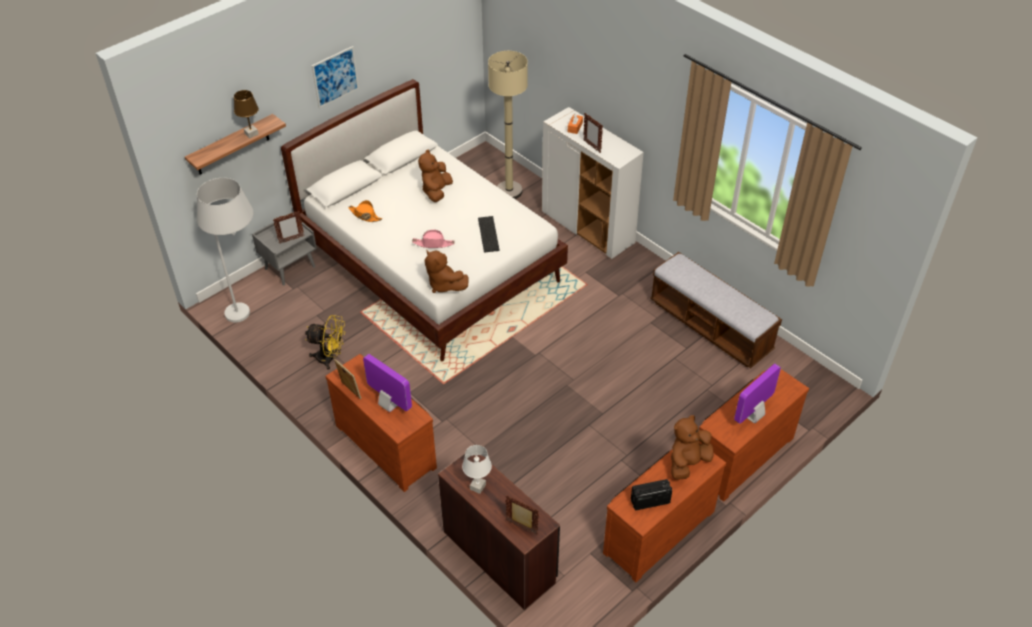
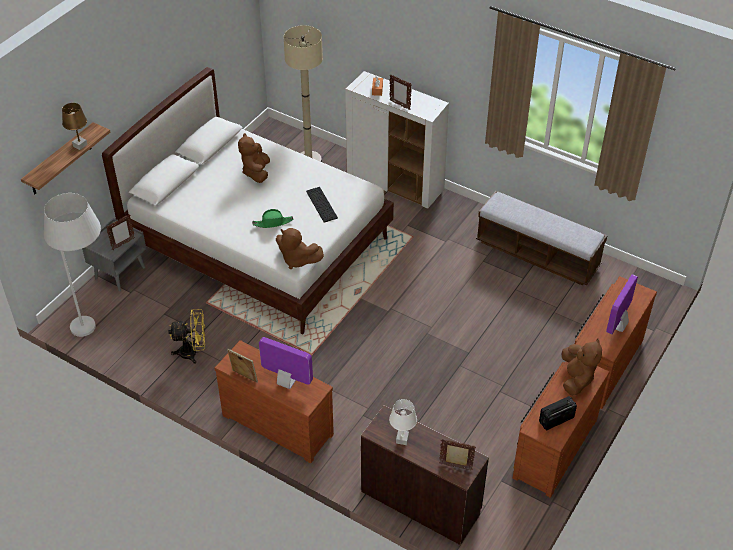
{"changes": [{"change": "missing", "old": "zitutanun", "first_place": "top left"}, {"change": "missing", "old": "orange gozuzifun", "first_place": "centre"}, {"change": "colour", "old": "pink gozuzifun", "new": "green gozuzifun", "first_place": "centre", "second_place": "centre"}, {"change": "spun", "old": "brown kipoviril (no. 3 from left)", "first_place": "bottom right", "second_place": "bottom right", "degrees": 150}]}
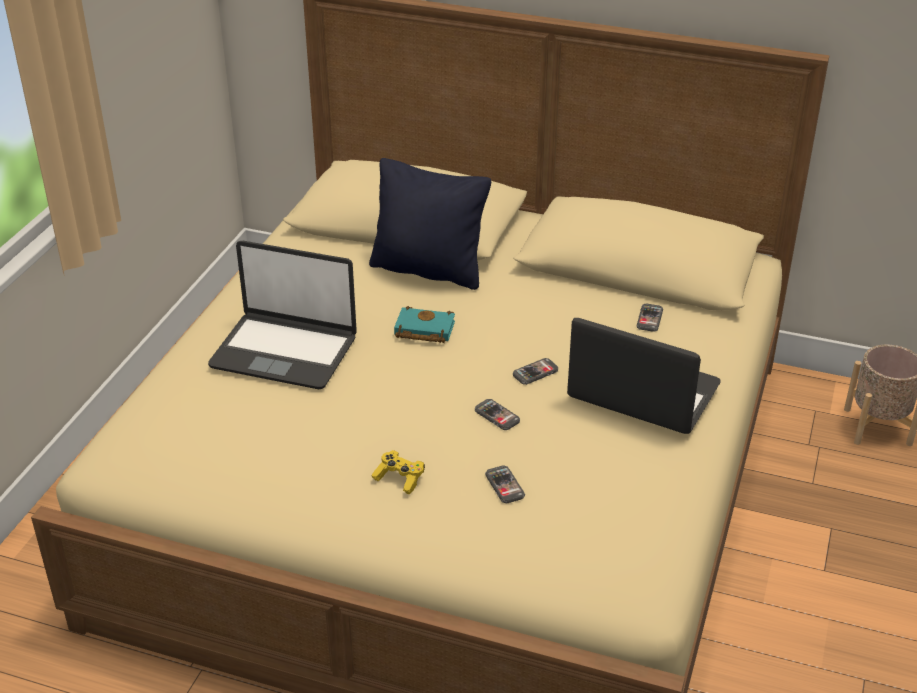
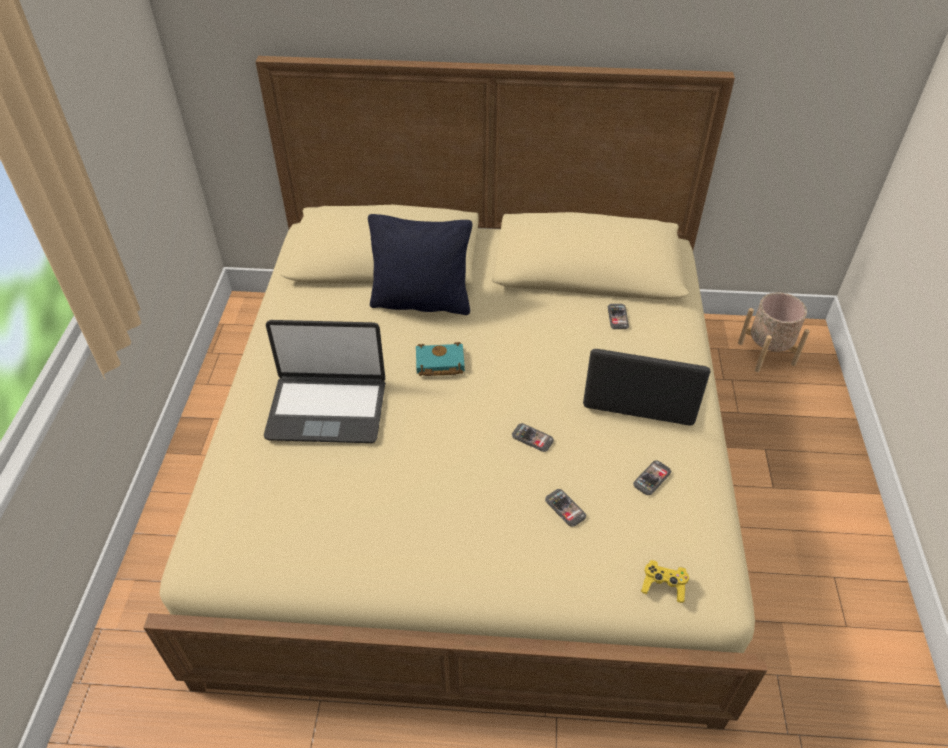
{"changes": [{"change": "relocated", "old": "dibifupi (no. 3 from left in the first image)", "new": "dibifupi (no. 4 from left)", "first_place": "centre", "second_place": "middle right"}, {"change": "relocated", "old": "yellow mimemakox", "first_place": "bottom centre", "second_place": "bottom right"}]}
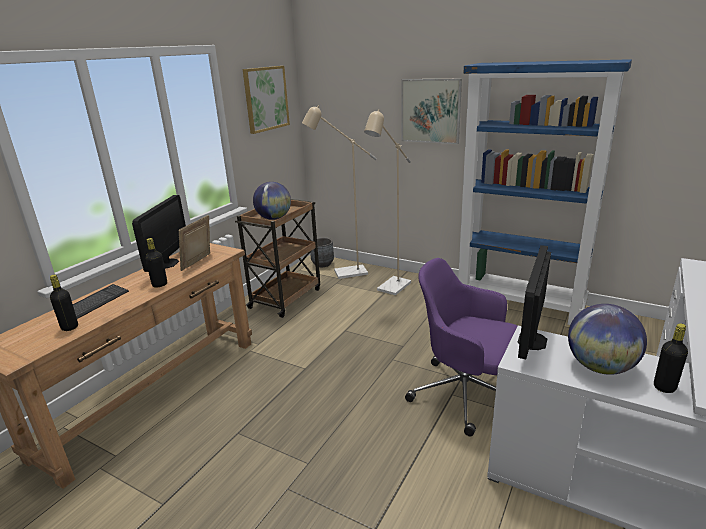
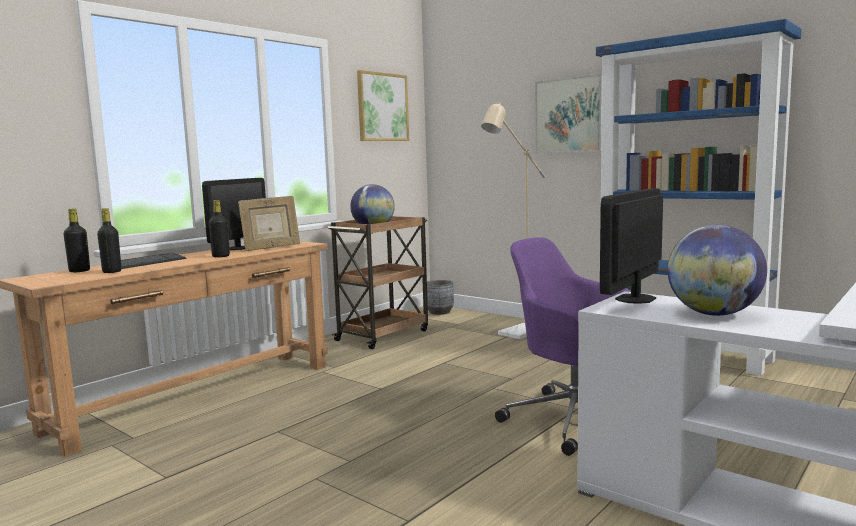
{"changes": [{"change": "missing", "old": "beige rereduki (no. 1 from left)", "first_place": "centre"}, {"change": "spun", "old": "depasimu", "first_place": "middle left", "second_place": "middle left", "degrees": -150}, {"change": "relocated", "old": "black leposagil (no. 3 from left in the first image)", "new": "black leposagil (no. 1 from left)", "first_place": "bottom right", "second_place": "middle left"}]}
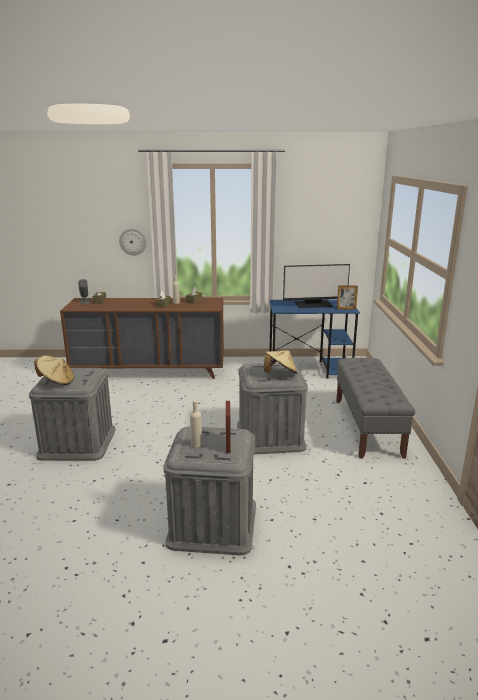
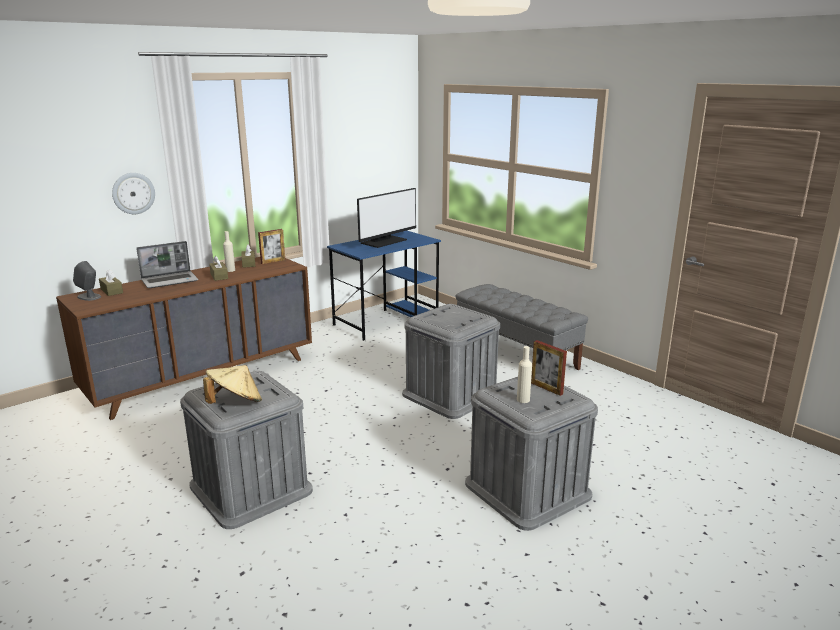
{"changes": [{"change": "relocated", "old": "depasimu (no. 2 from left in the first image)", "new": "depasimu (no. 1 from left)", "first_place": "middle right", "second_place": "middle left"}, {"change": "missing", "old": "beige gozuzifun (no. 2 from left)", "first_place": "centre"}, {"change": "appeared", "new": "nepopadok", "second_place": "middle left"}]}
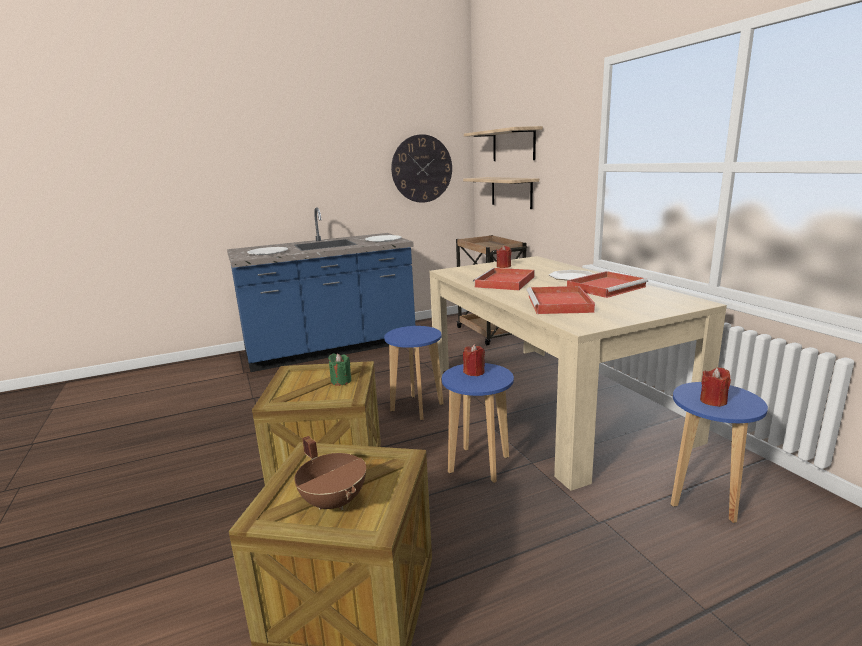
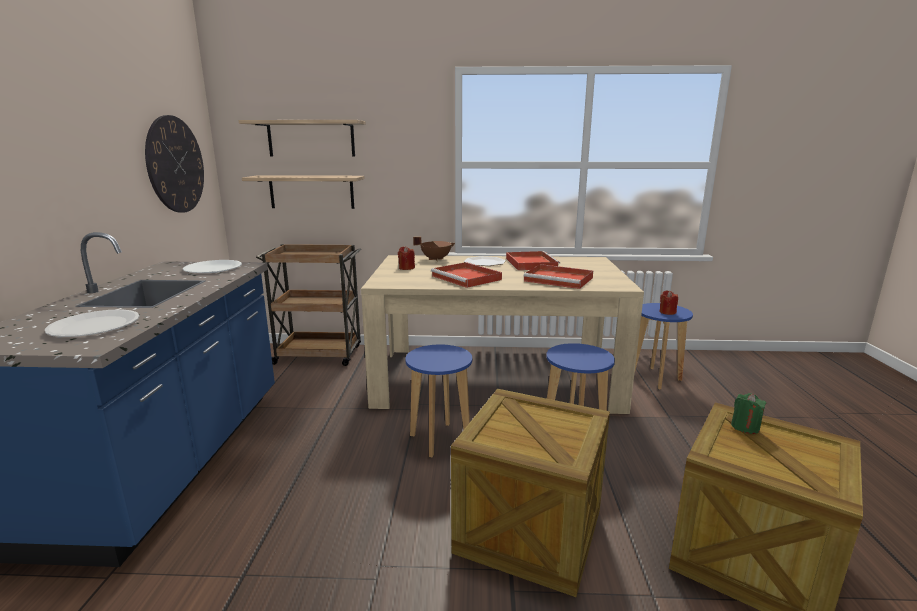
{"changes": [{"change": "missing", "old": "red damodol (no. 1 from left)", "first_place": "centre"}, {"change": "relocated", "old": "green damodol", "first_place": "centre", "second_place": "bottom right"}, {"change": "relocated", "old": "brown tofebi", "first_place": "bottom centre", "second_place": "centre"}]}
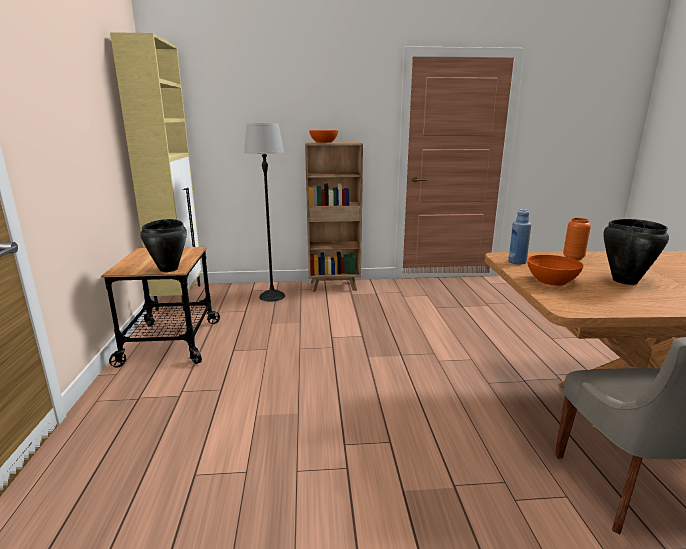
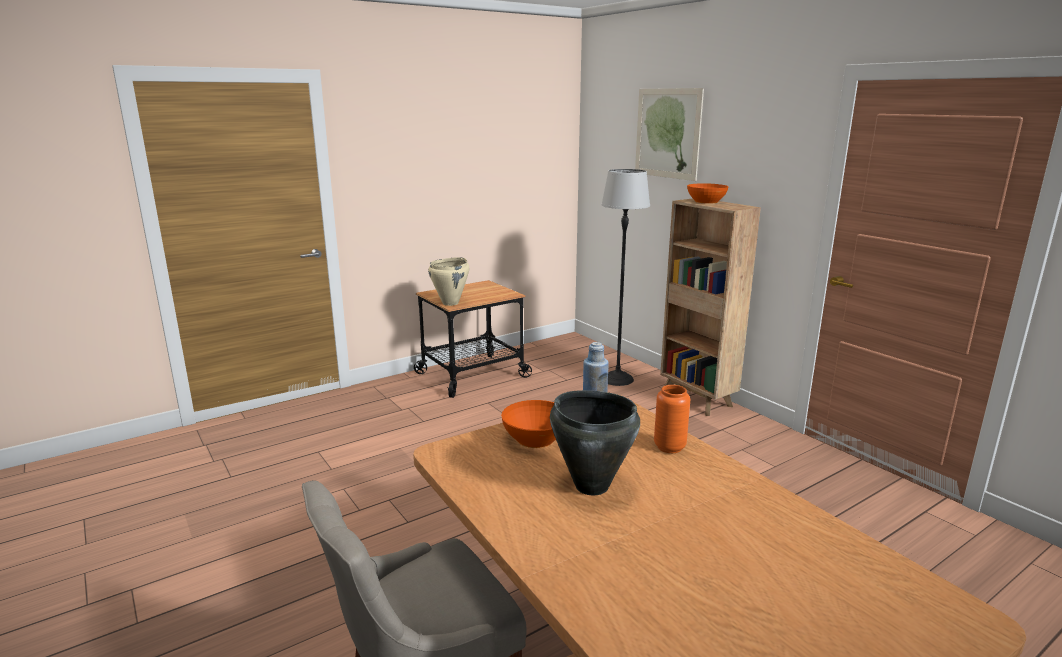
{"changes": [{"change": "missing", "old": "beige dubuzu", "first_place": "top left"}, {"change": "colour", "old": "black tofebi (no. 1 from left)", "new": "beige tofebi", "first_place": "middle left", "second_place": "centre"}, {"change": "appeared", "new": "zitutanun", "second_place": "top centre"}]}
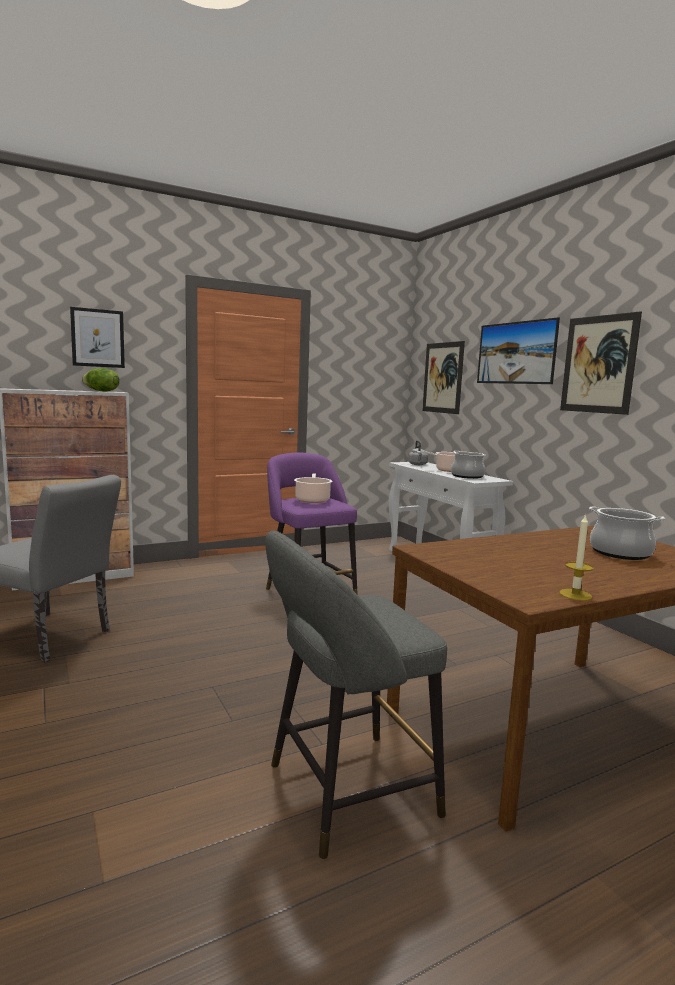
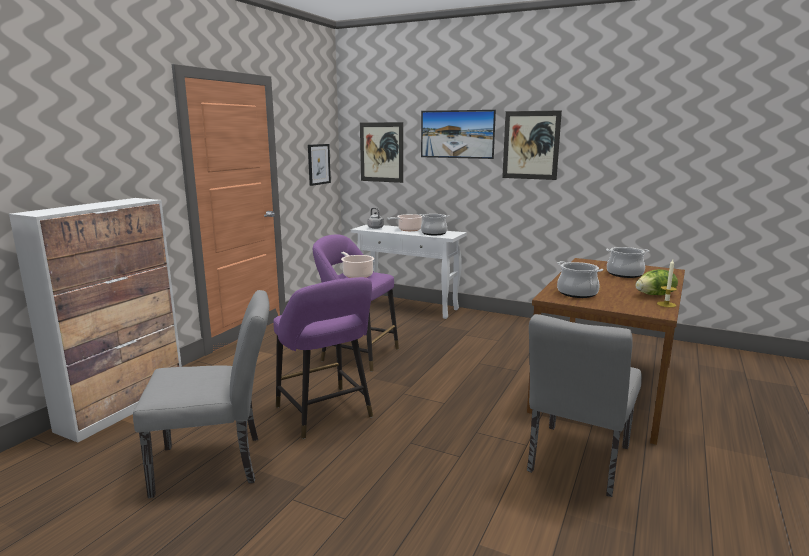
{"changes": [{"change": "relocated", "old": "zitutanun (no. 1 from left)", "first_place": "middle left", "second_place": "top centre"}, {"change": "relocated", "old": "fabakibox", "first_place": "middle left", "second_place": "middle right"}, {"change": "exchanged", "old": "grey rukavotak", "new": "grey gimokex (no. 2 from left)", "first_place": "bottom centre", "second_place": "bottom right"}, {"change": "appeared", "new": "tofebi (no. 4 from left)", "second_place": "middle right"}, {"change": "appeared", "new": "purple rukavotak (no. 1 from left)", "second_place": "centre"}]}
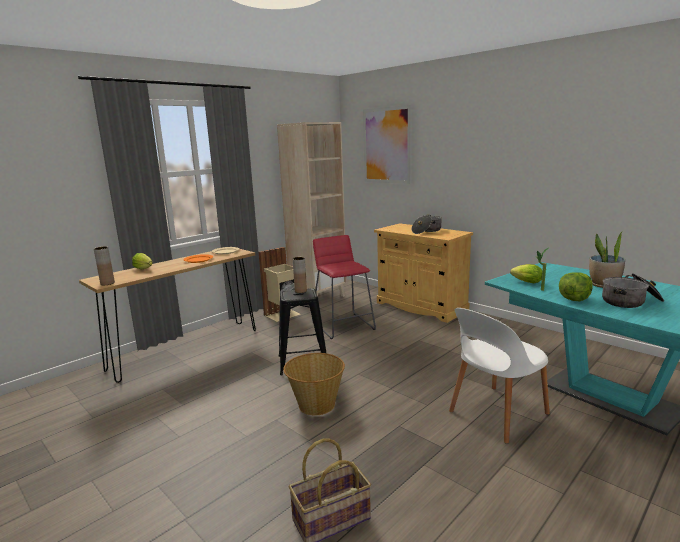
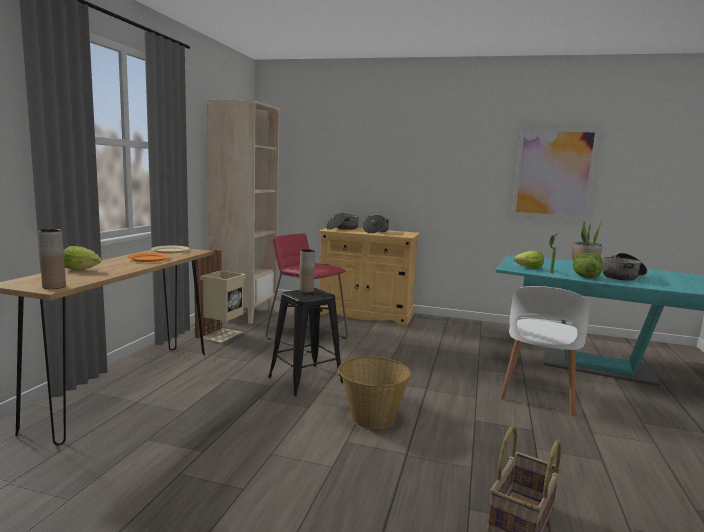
{"changes": [{"change": "relocated", "old": "zitutanun", "first_place": "top centre", "second_place": "top right"}, {"change": "appeared", "new": "tofebi (no. 1 from left)", "second_place": "centre"}]}
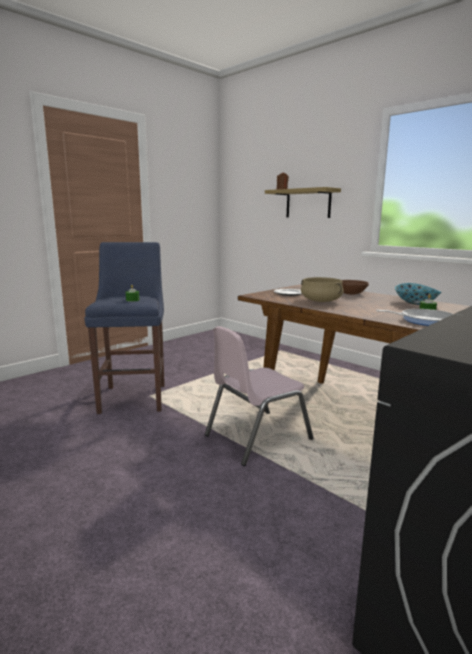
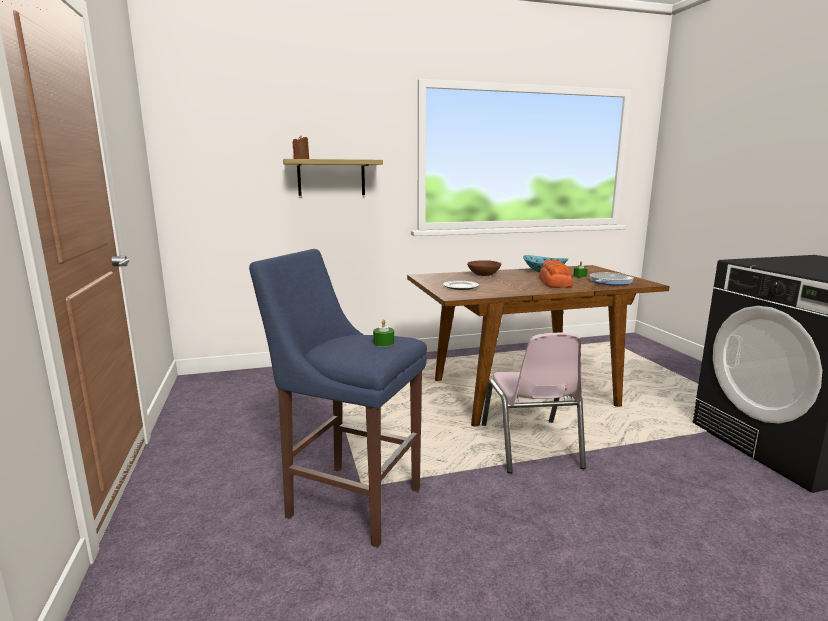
{"changes": [{"change": "missing", "old": "beige tofebi", "first_place": "middle right"}, {"change": "appeared", "new": "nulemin", "second_place": "middle right"}]}
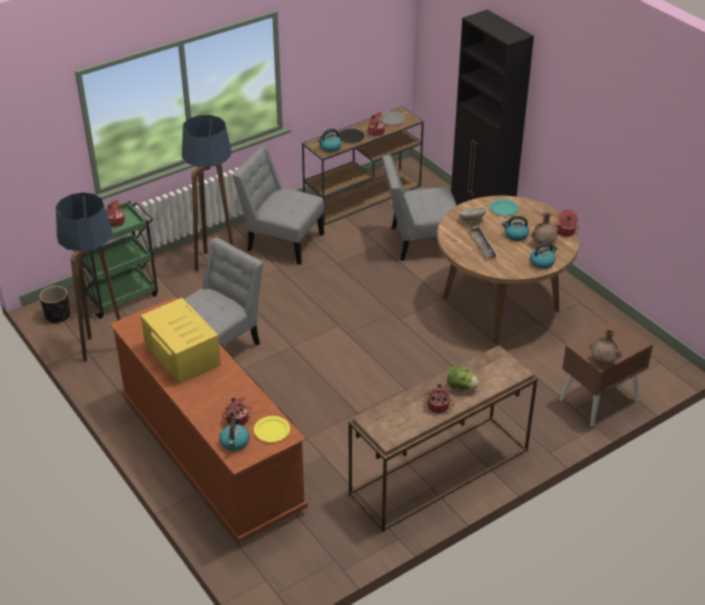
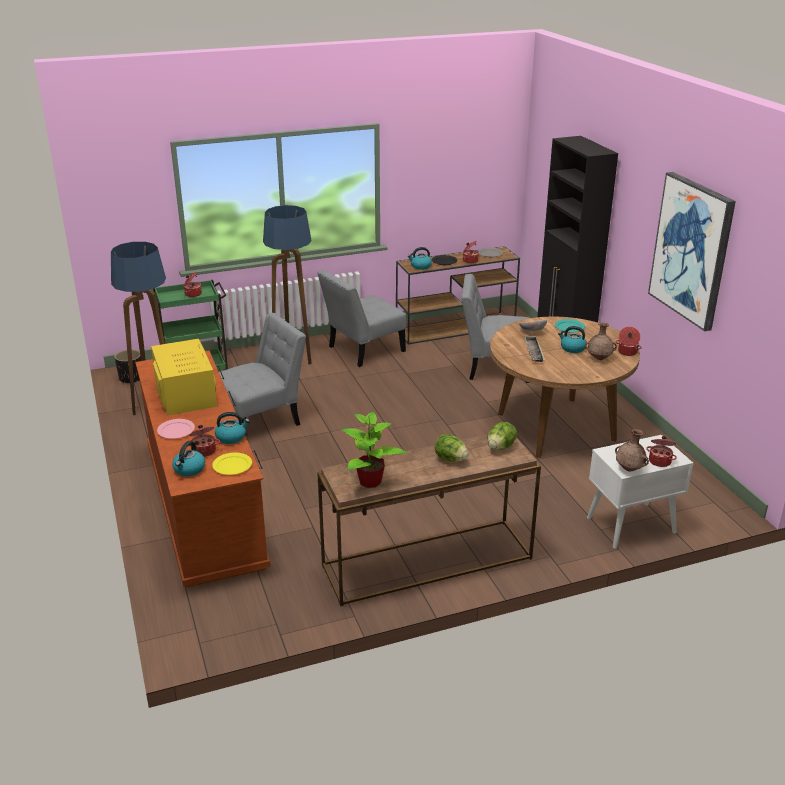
{"changes": [{"change": "spun", "old": "grey gimokex (no. 2 from left)", "first_place": "centre", "second_place": "centre", "degrees": -75}, {"change": "relocated", "old": "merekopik (no. 4 from left in the first image)", "new": "merekopik (no. 2 from left)", "first_place": "middle right", "second_place": "middle left"}, {"change": "colour", "old": "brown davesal", "new": "white davesal", "first_place": "middle right", "second_place": "middle right"}, {"change": "relocated", "old": "tofebi (no. 4 from left in the first image)", "new": "tofebi (no. 5 from left)", "first_place": "centre", "second_place": "middle right"}, {"change": "appeared", "new": "zitutanun", "second_place": "top right"}, {"change": "appeared", "new": "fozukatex", "second_place": "centre"}, {"change": "appeared", "new": "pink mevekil", "second_place": "middle left"}, {"change": "appeared", "new": "fabakibox (no. 2 from left)", "second_place": "centre"}]}
